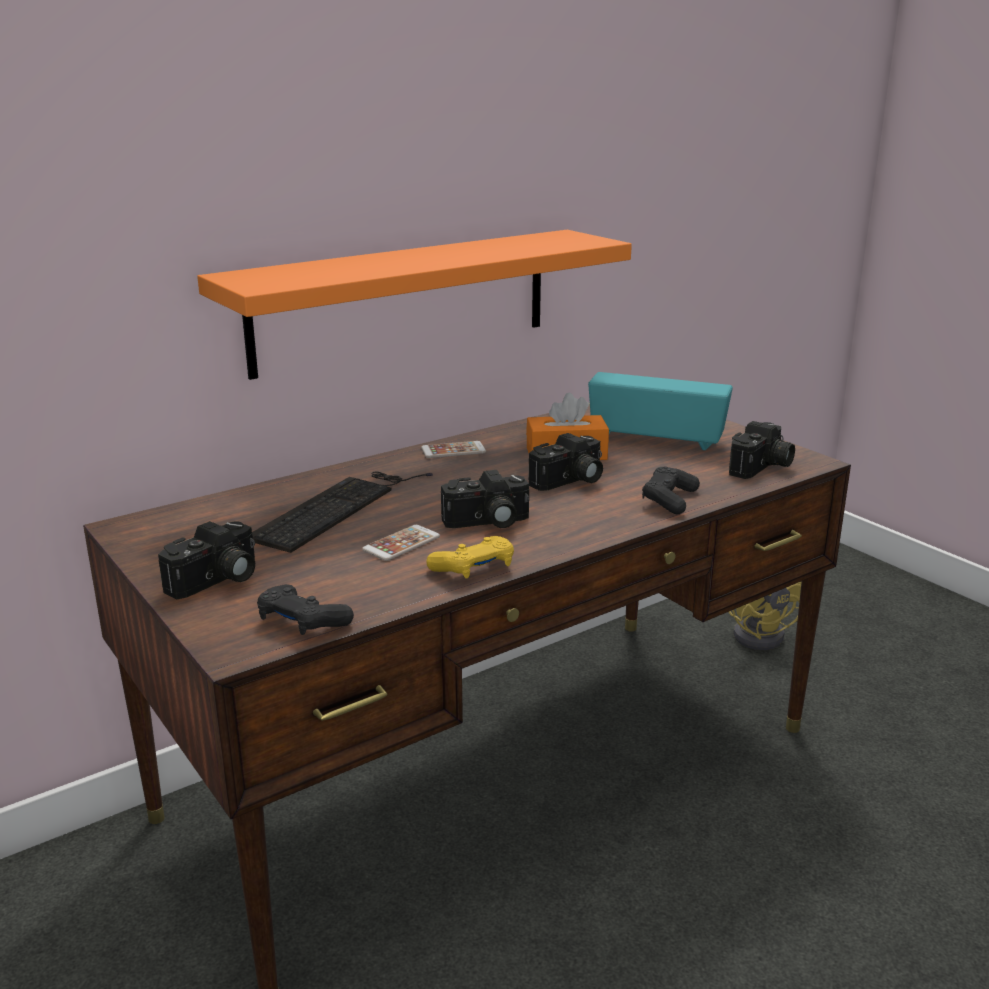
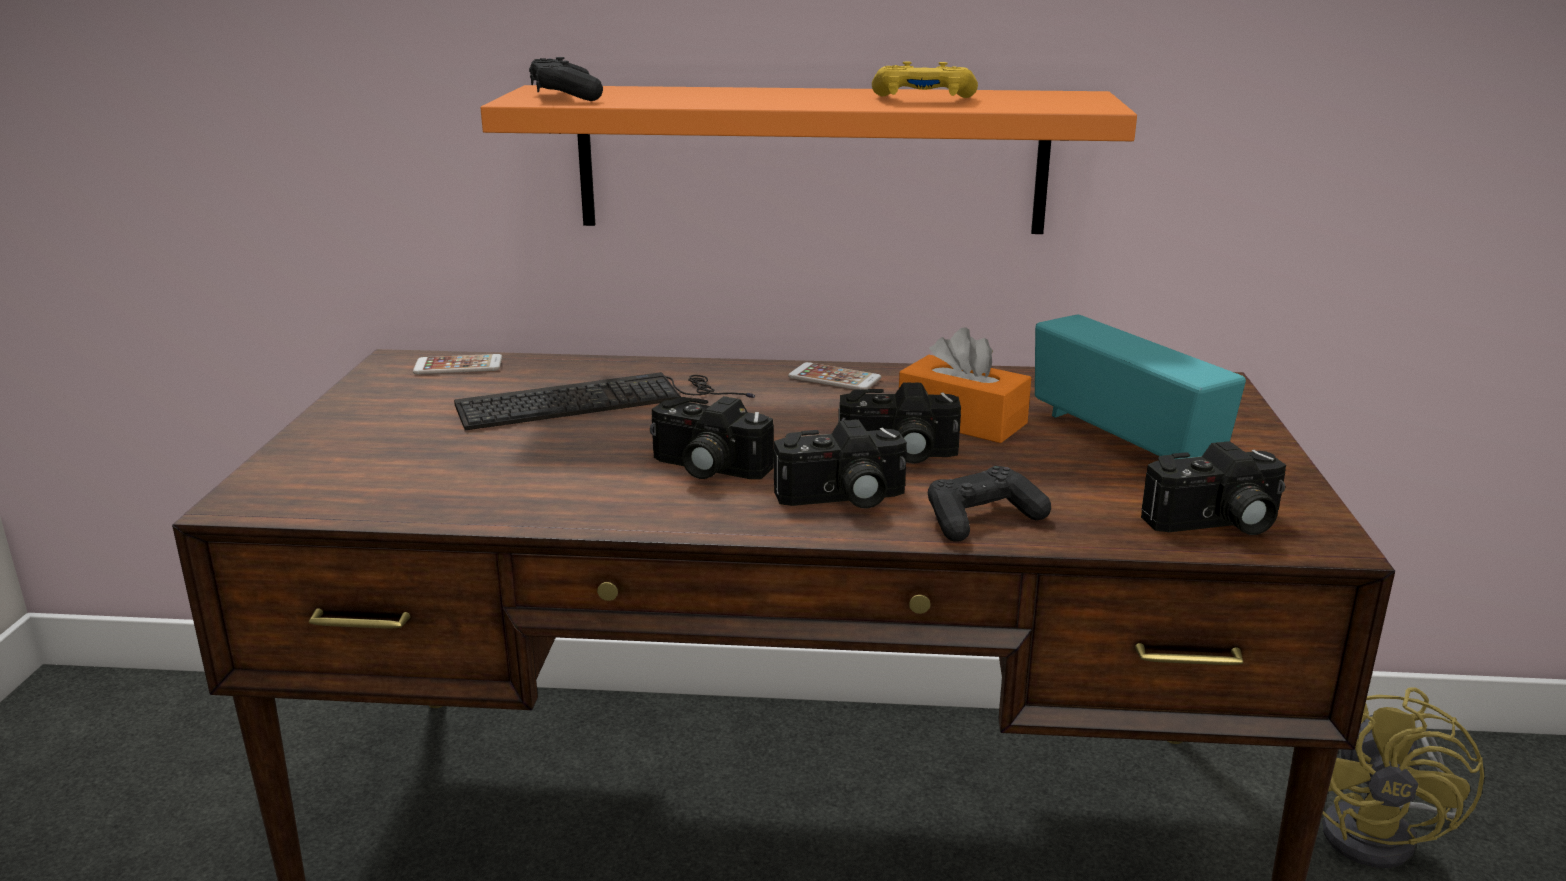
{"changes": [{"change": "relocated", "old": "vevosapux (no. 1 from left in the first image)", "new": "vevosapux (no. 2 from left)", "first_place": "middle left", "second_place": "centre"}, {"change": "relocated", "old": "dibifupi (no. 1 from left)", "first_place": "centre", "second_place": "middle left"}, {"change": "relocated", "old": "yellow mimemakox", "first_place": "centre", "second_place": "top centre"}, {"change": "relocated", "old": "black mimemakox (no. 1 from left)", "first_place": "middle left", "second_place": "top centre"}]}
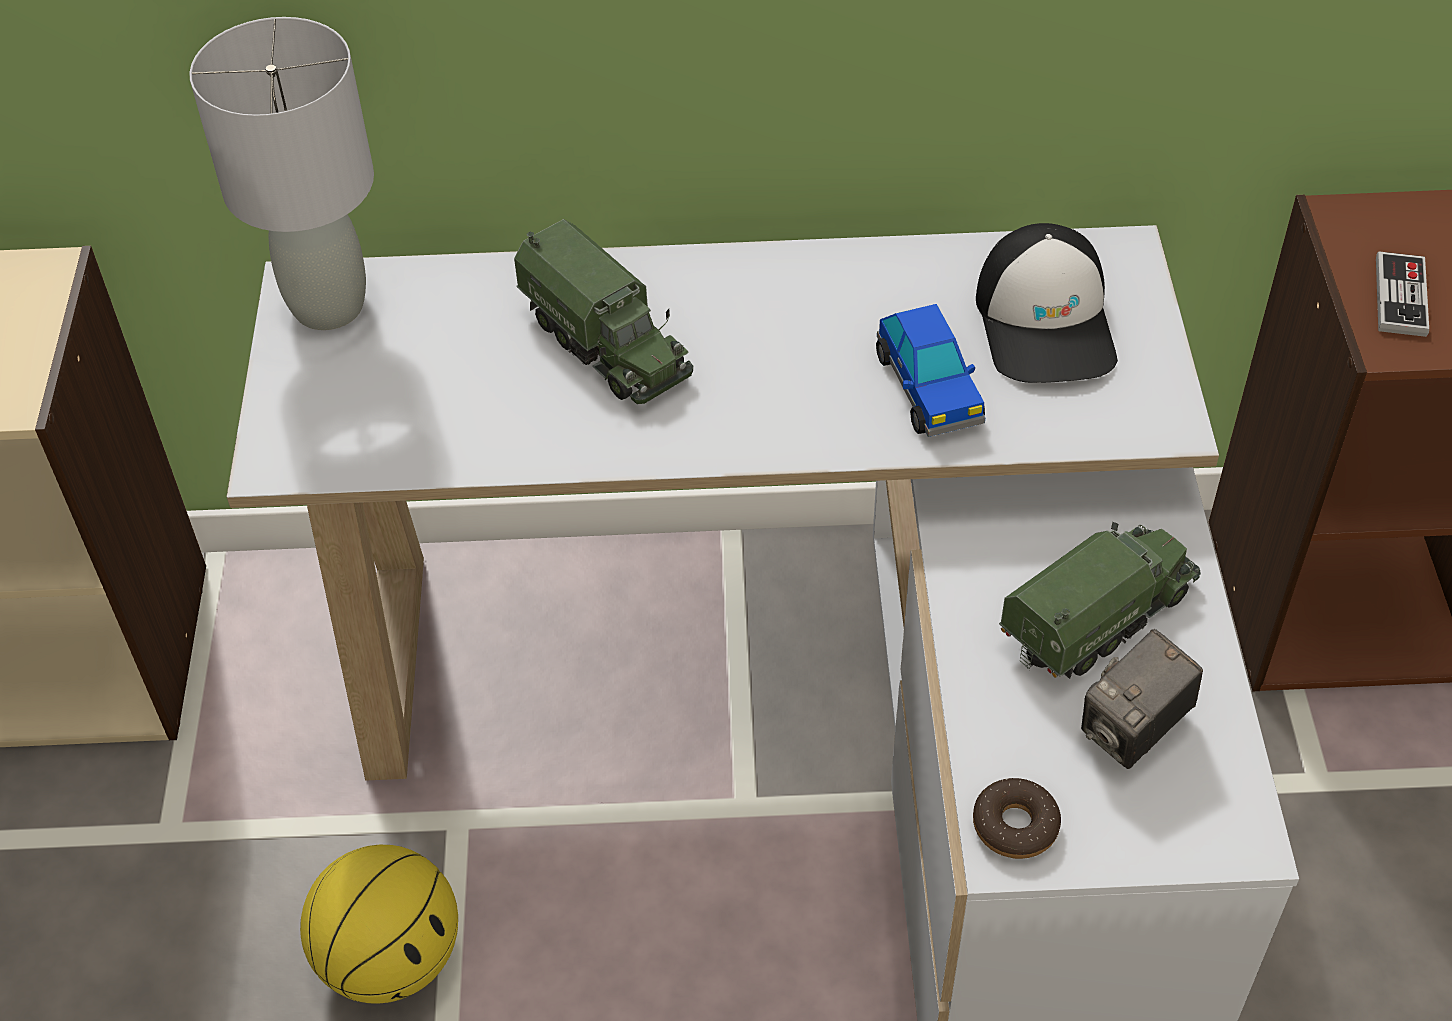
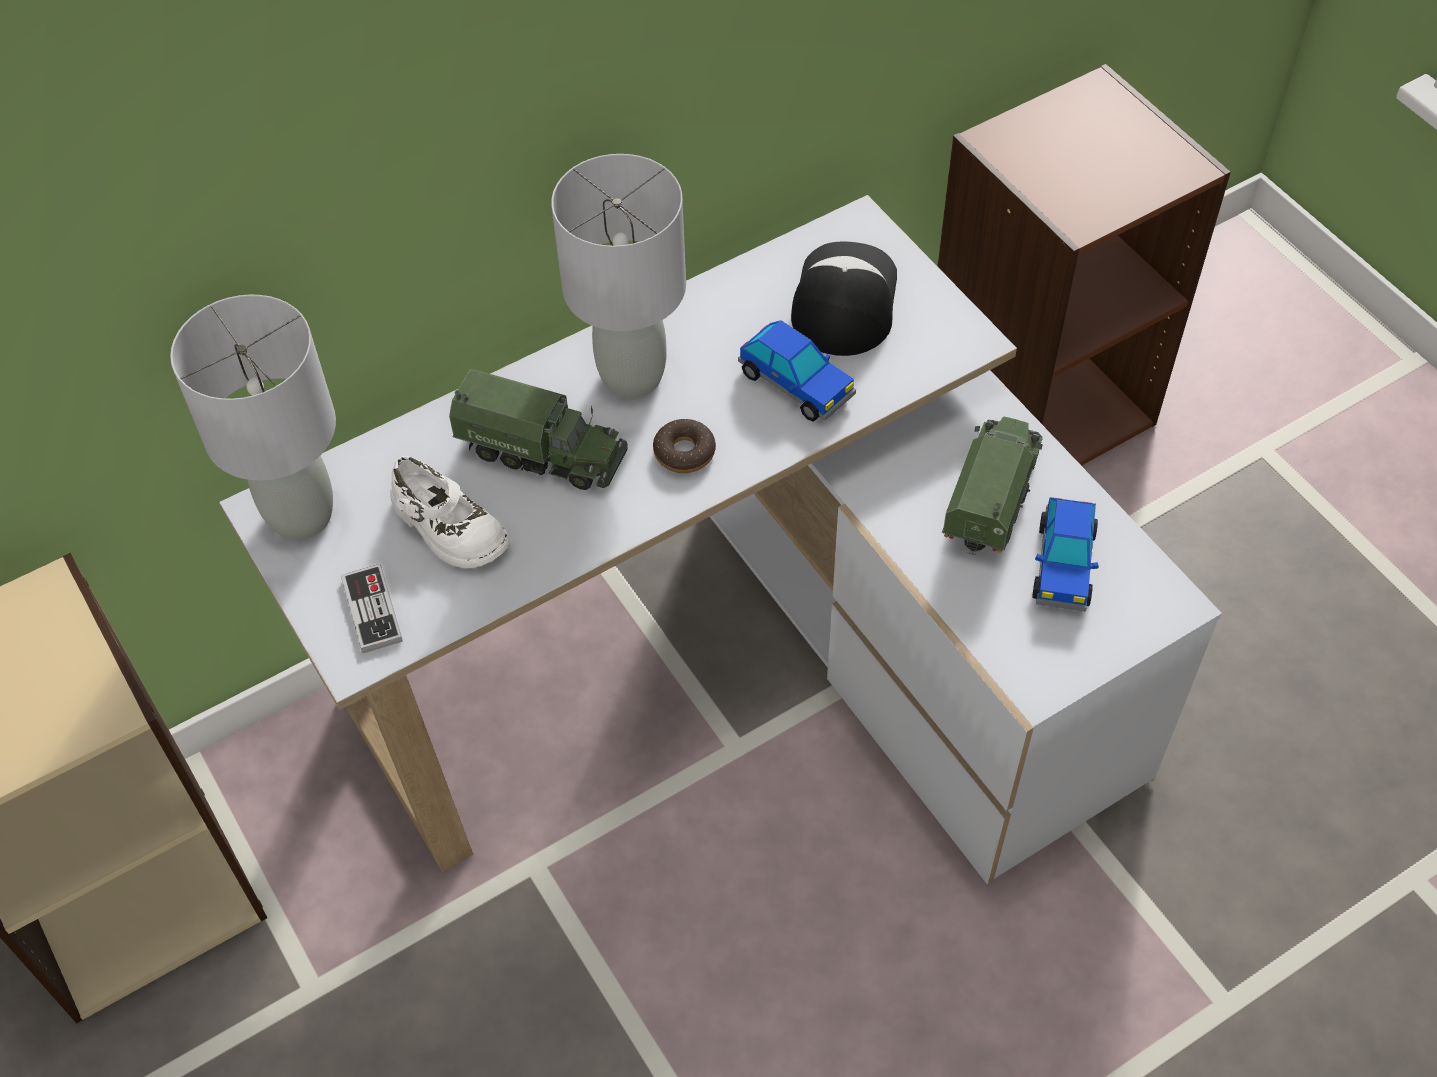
{"changes": [{"change": "spun", "old": "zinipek", "first_place": "top right", "second_place": "top centre", "degrees": -135}, {"change": "relocated", "old": "mimemakox", "first_place": "top right", "second_place": "middle left"}, {"change": "exchanged", "old": "vevosapux", "new": "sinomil (no. 2 from left)", "first_place": "bottom right", "second_place": "middle right"}, {"change": "relocated", "old": "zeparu", "first_place": "bottom right", "second_place": "centre"}, {"change": "missing", "old": "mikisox", "first_place": "bottom left"}, {"change": "appeared", "new": "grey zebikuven (no. 2 from left)", "second_place": "top centre"}, {"change": "appeared", "new": "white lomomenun", "second_place": "middle left"}]}
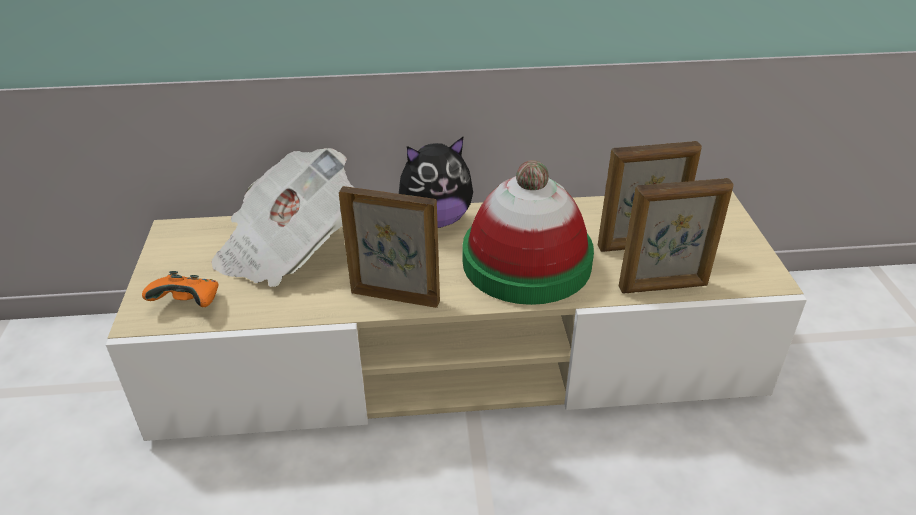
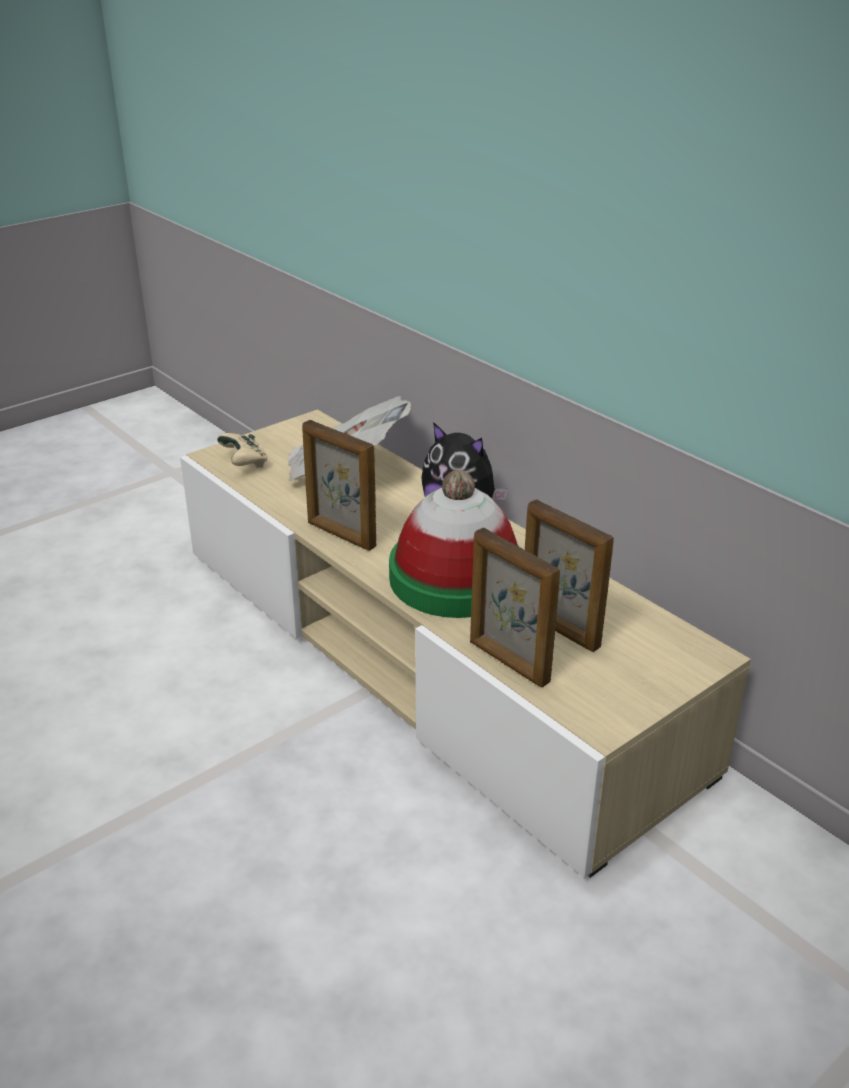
{"changes": [{"change": "spun", "old": "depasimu (no. 1 from left)", "first_place": "centre", "second_place": "centre", "degrees": 150}, {"change": "colour", "old": "orange mimemakox", "new": "beige mimemakox", "first_place": "middle left", "second_place": "middle left"}]}
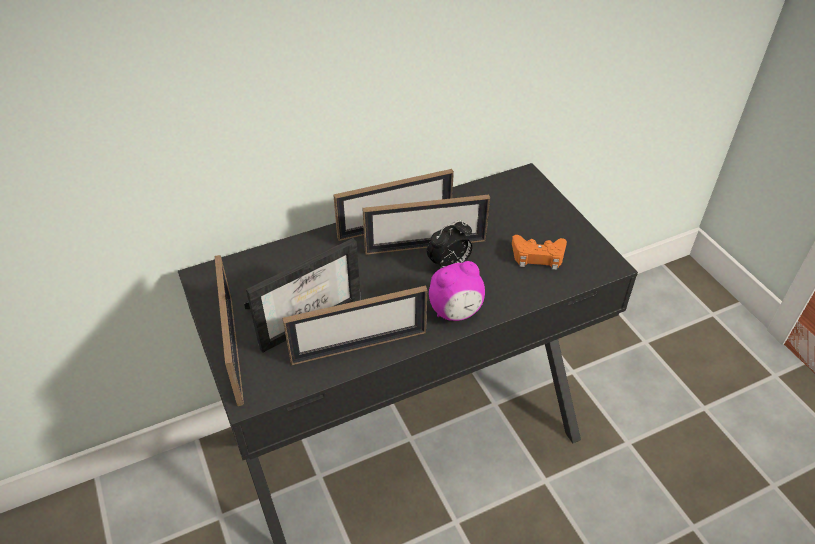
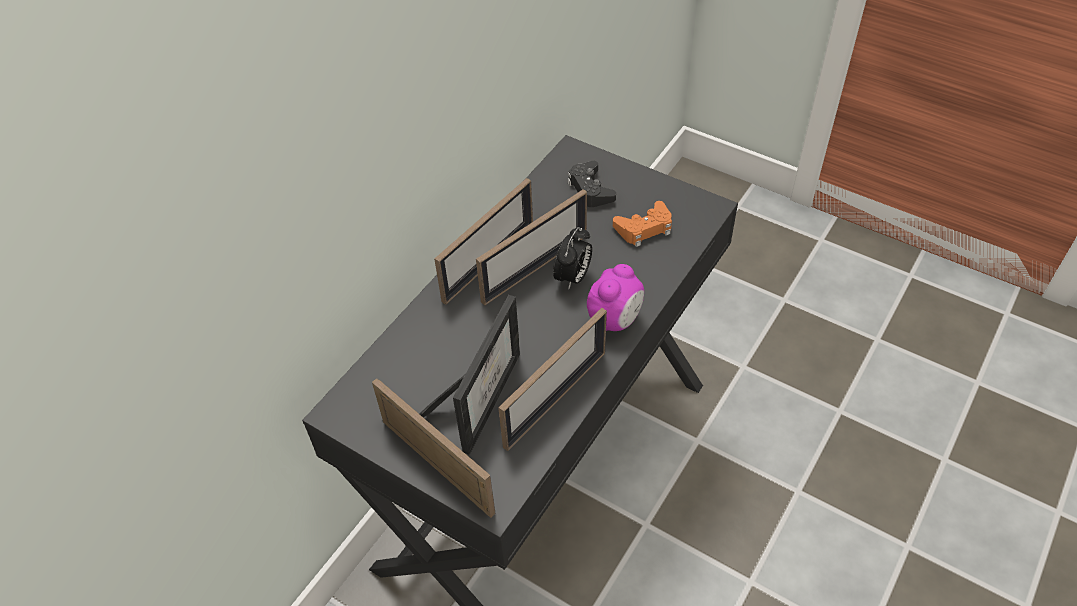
{"changes": [{"change": "appeared", "new": "black mimemakox", "second_place": "top centre"}]}
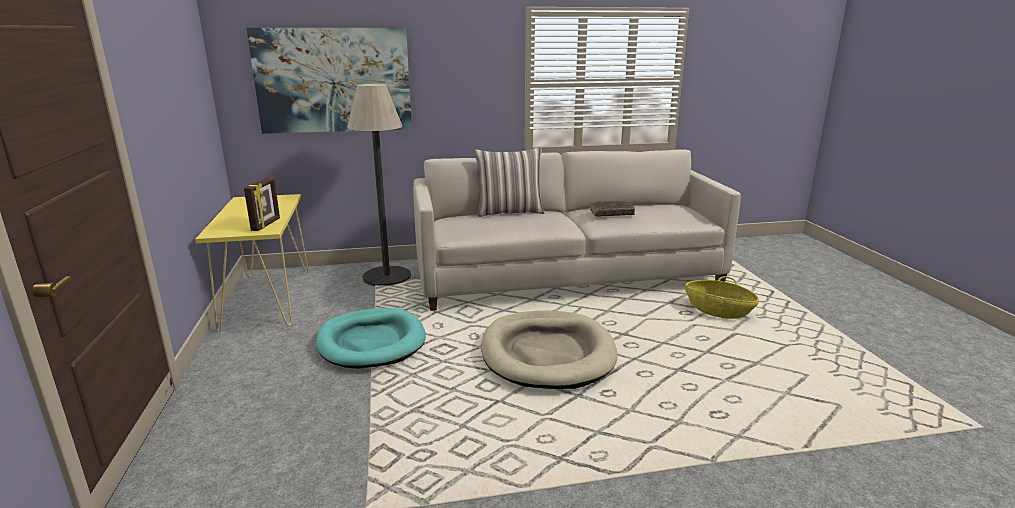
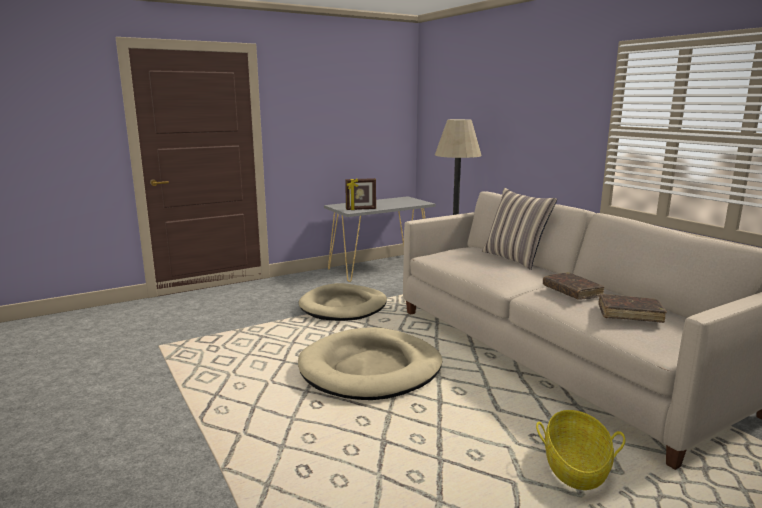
{"changes": [{"change": "missing", "old": "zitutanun", "first_place": "top left"}, {"change": "colour", "old": "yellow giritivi", "new": "grey giritivi", "first_place": "middle left", "second_place": "centre"}, {"change": "colour", "old": "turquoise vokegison", "new": "beige vokegison (no. 1 from left)", "first_place": "centre", "second_place": "centre"}, {"change": "appeared", "new": "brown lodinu (no. 2 from left)", "second_place": "middle right"}]}
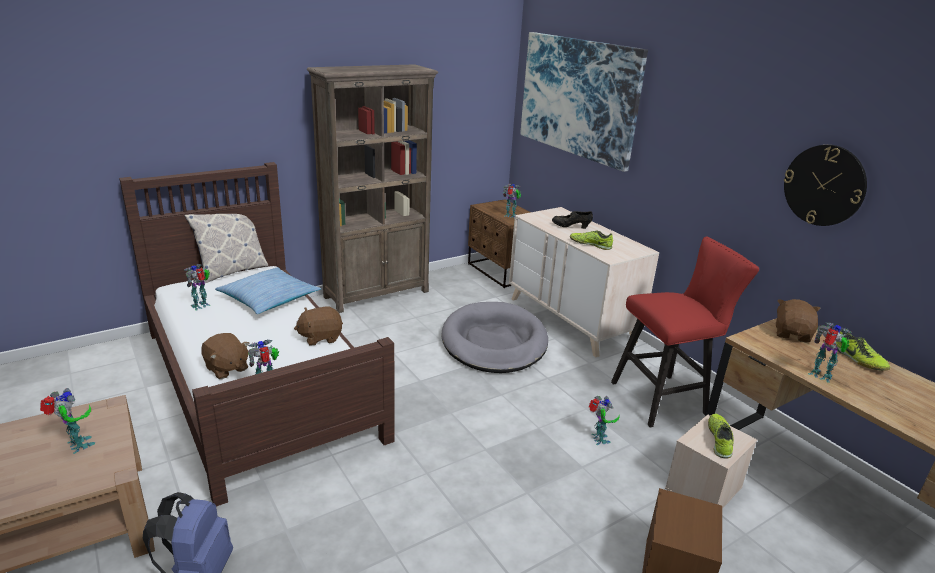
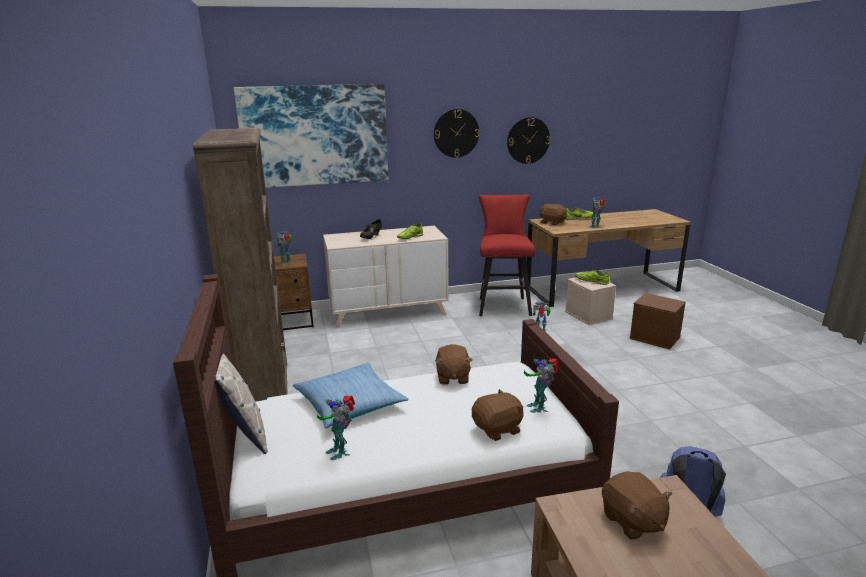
{"changes": [{"change": "missing", "old": "grey vokegison", "first_place": "centre"}, {"change": "exchanged", "old": "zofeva (no. 1 from left)", "new": "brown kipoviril (no. 4 from left)", "first_place": "bottom left", "second_place": "bottom right"}, {"change": "appeared", "new": "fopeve (no. 1 from left)", "second_place": "top centre"}]}
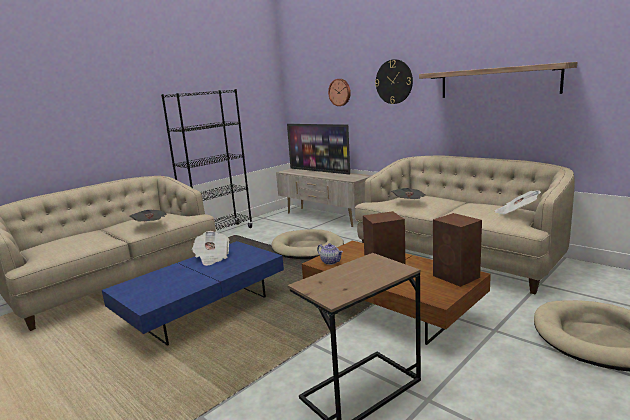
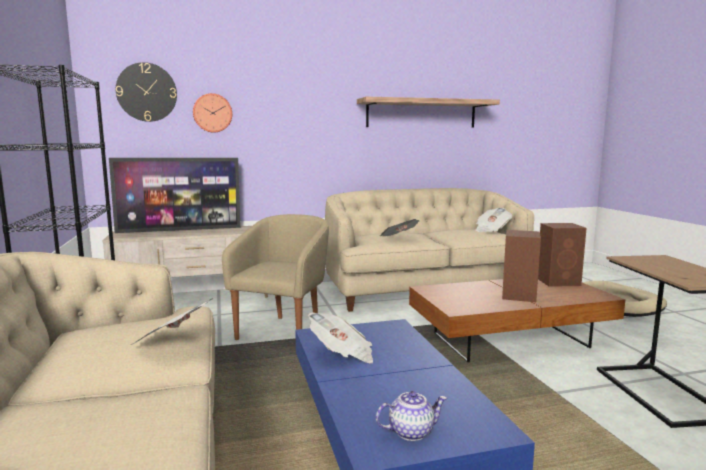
{"changes": [{"change": "relocated", "old": "fopeve (no. 2 from left in the first image)", "new": "fopeve (no. 1 from left)", "first_place": "top centre", "second_place": "top left"}, {"change": "exchanged", "old": "beige vokegison (no. 1 from left)", "new": "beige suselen", "first_place": "centre", "second_place": "centre"}, {"change": "relocated", "old": "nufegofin", "first_place": "centre", "second_place": "bottom centre"}]}
